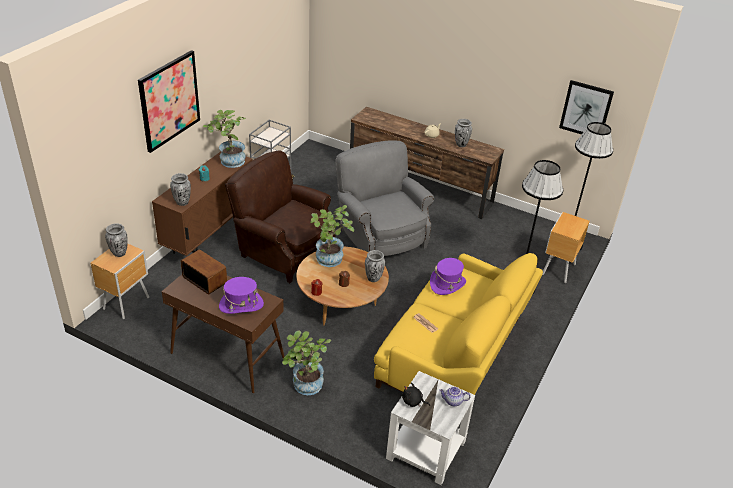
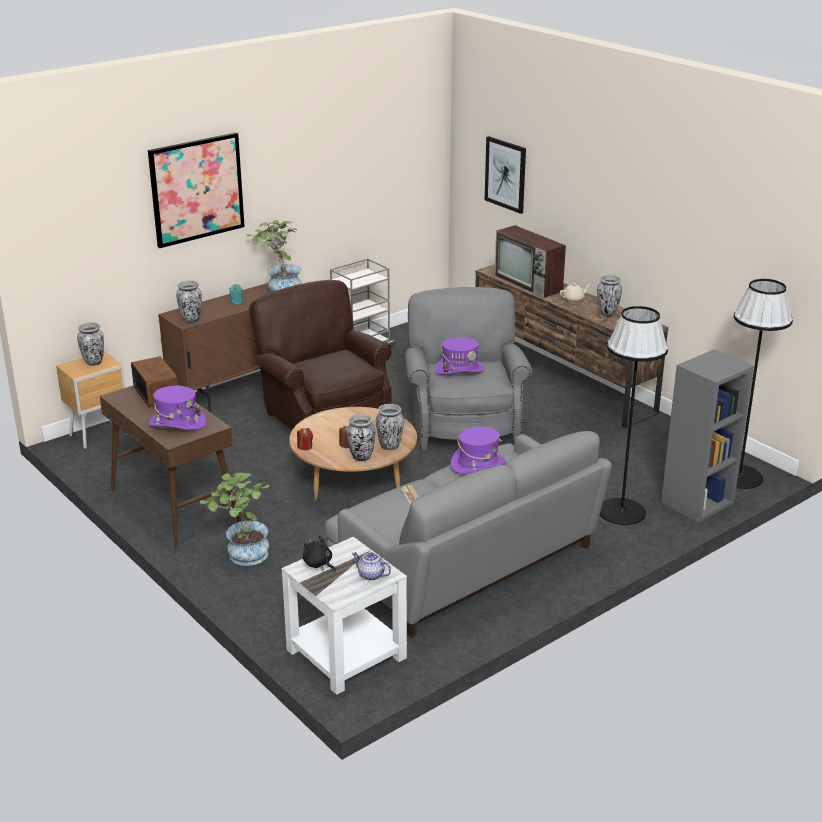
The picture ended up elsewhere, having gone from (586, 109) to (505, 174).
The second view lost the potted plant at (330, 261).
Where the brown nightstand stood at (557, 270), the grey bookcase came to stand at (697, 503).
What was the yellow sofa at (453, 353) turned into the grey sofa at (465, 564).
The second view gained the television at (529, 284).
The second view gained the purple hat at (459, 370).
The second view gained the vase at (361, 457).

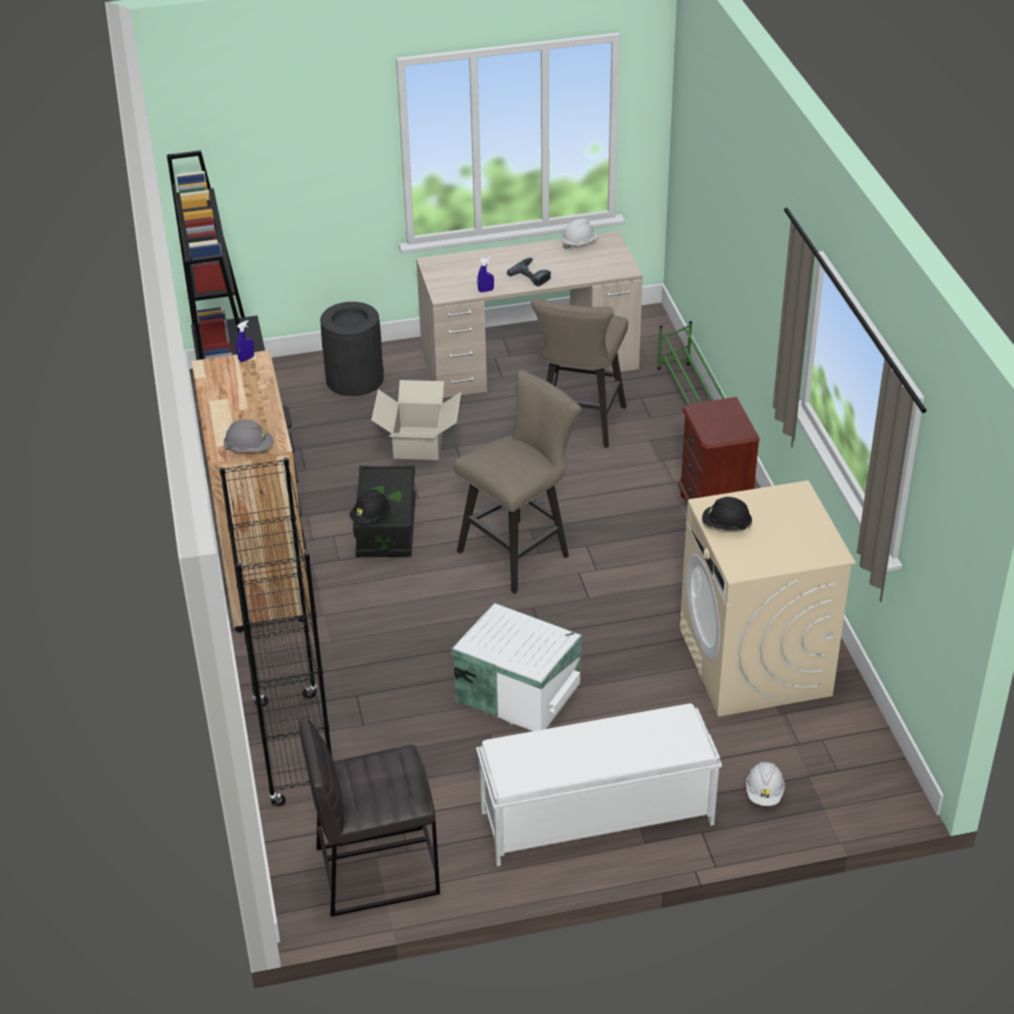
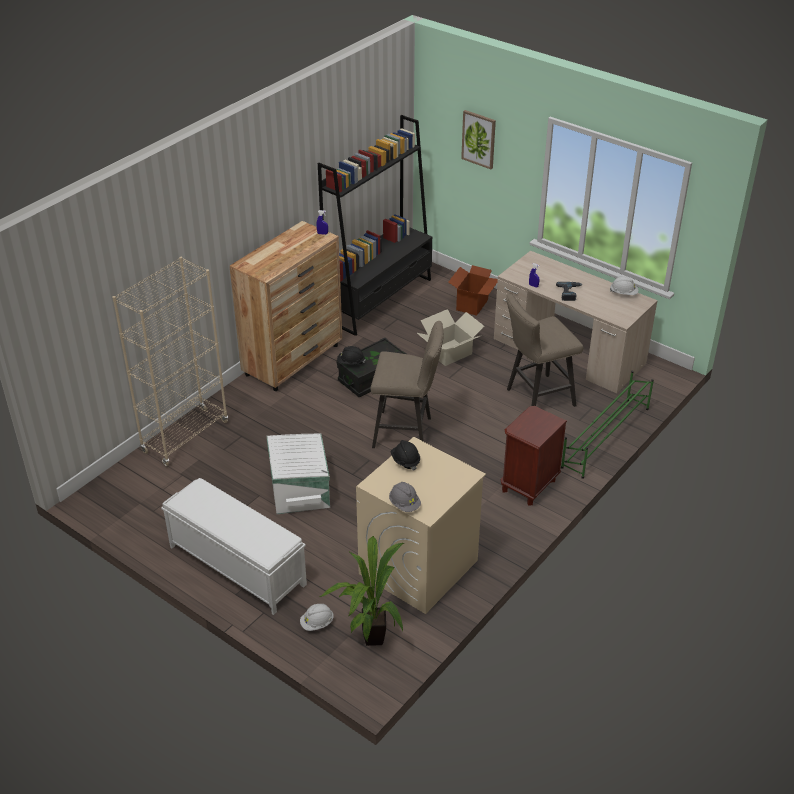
Where the black trash can stood at (355, 379), the cardboard box came to stand at (472, 305).
The grey hard hat ended up elsewhere, having gone from (249, 449) to (404, 504).
What was the black bookcase at (294, 749) turned into the beige bookcase at (185, 437).
The second view lost the grey stool at (376, 869).
The second view gained the picture at (479, 139).
The second view gained the potted plant at (369, 639).

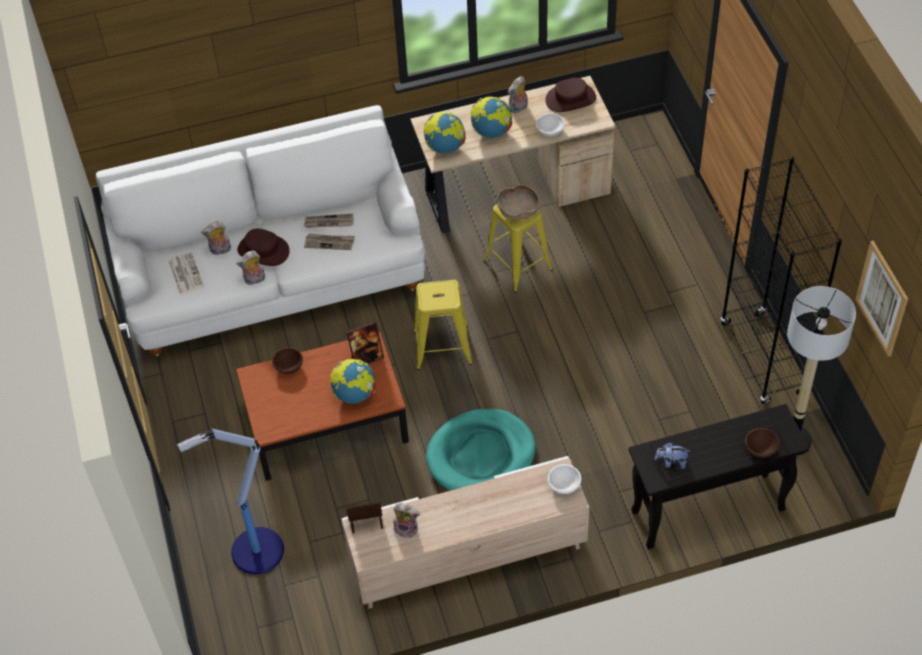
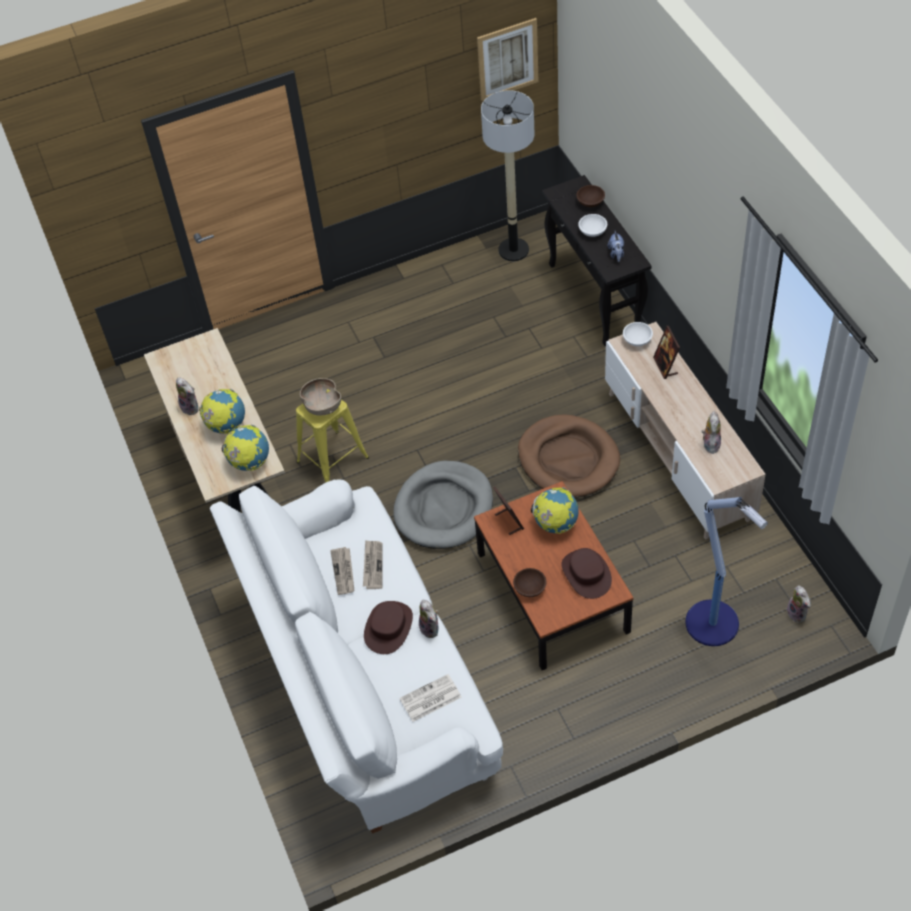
The brown hat ended up elsewhere, having gone from (570, 99) to (586, 574).
The white bowl ended up elsewhere, having gone from (550, 130) to (592, 231).
The second view lost the black bookcase at (762, 358).
The plush toy ended up elsewhere, having gone from (220, 250) to (798, 613).
Where the yellow stool stood at (442, 347), the grey dog bed came to stand at (444, 508).
What was the turquoise dog bed at (481, 456) turned into the brown dog bed at (568, 459).
The picture frame ended up elsewhere, having gone from (366, 524) to (665, 366).

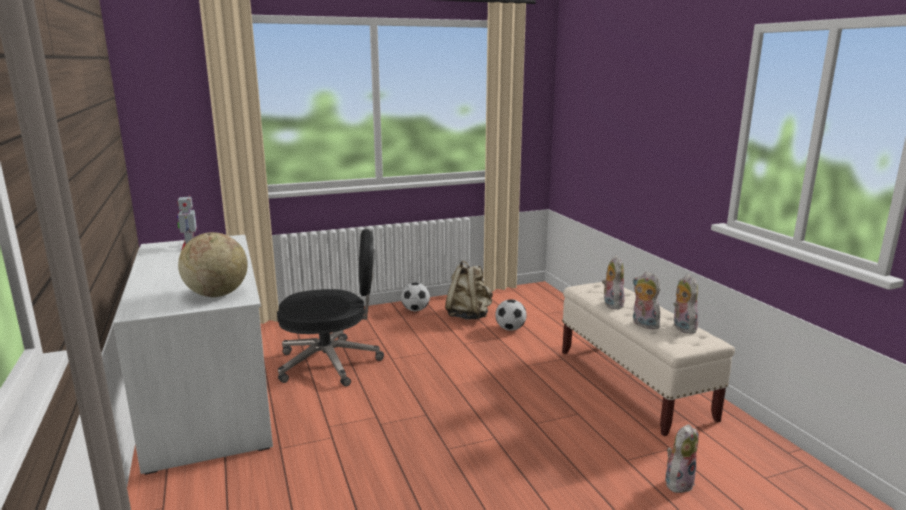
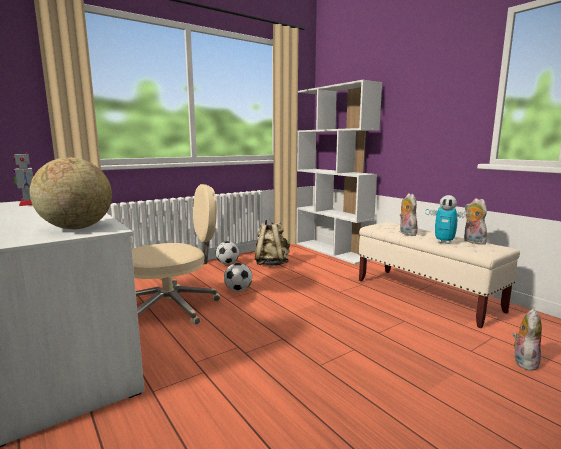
What was the black office chair at (331, 363) turned into the beige office chair at (173, 308).
Where the plush toy stood at (643, 324), the toy robot came to stand at (444, 242).
The football ended up elsewhere, having gone from (510, 329) to (238, 290).
The second view gained the white bookcase at (332, 251).

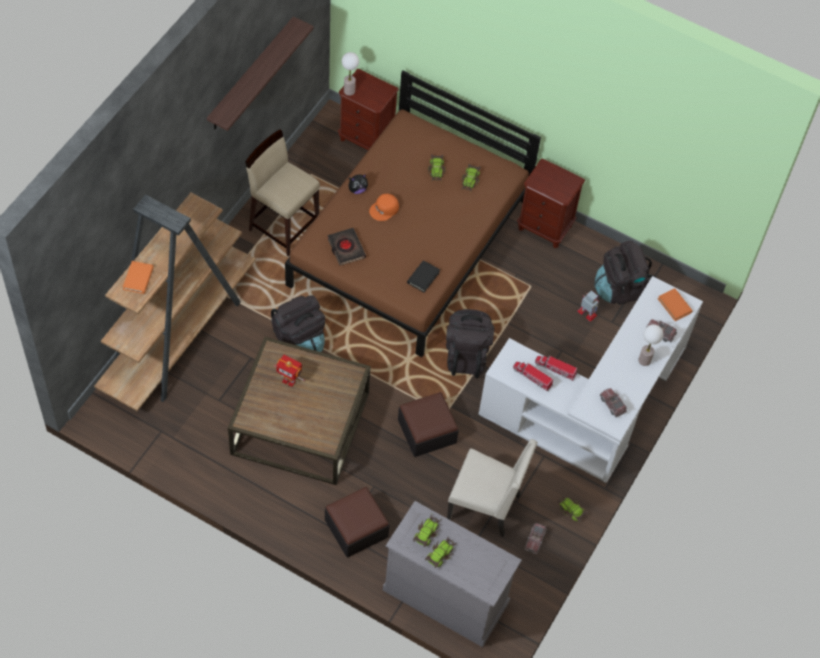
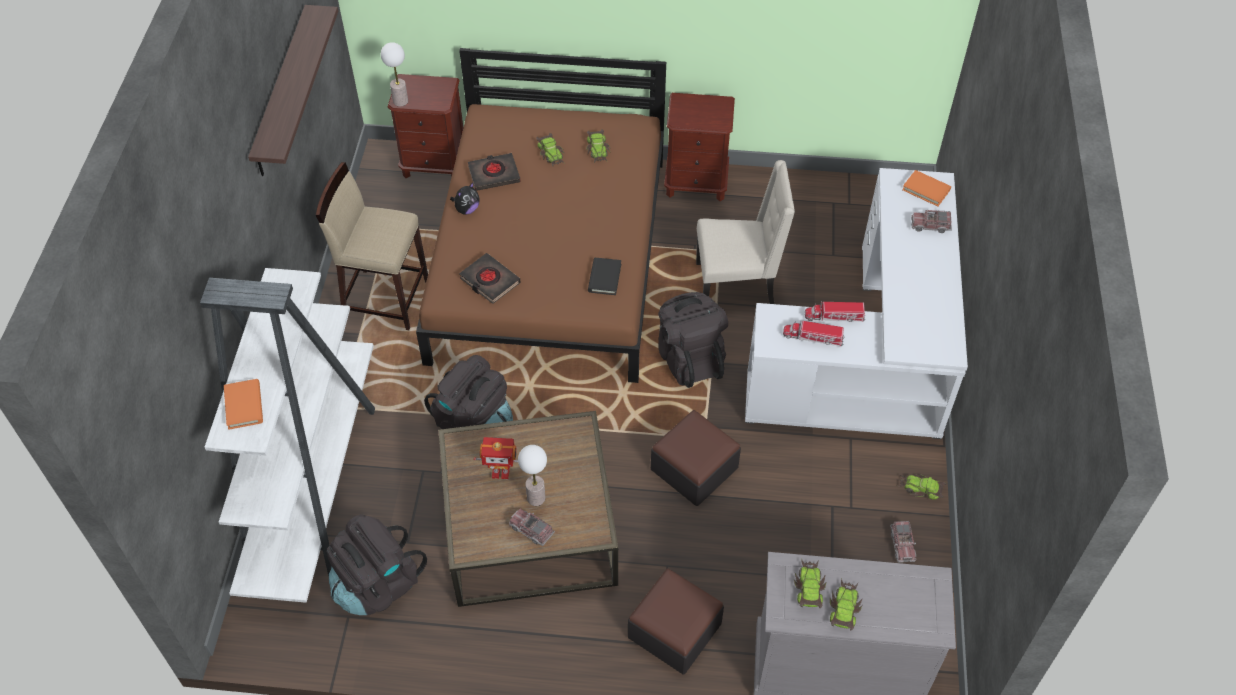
What was the brown bookcase at (179, 335) turned into the white bookcase at (313, 482).
The second view lost the orange cap at (384, 209).
The black backpack ended up elsewhere, having gone from (621, 289) to (377, 584).
The second view lost the toy robot at (587, 313).
The table lamp ended up elsewhere, having gone from (644, 360) to (536, 498).
The toy truck ended up elsewhere, having gone from (612, 405) to (531, 530).
The beige chair ended up elsewhere, having gone from (486, 506) to (737, 286).
The second view gained the black book at (494, 174).

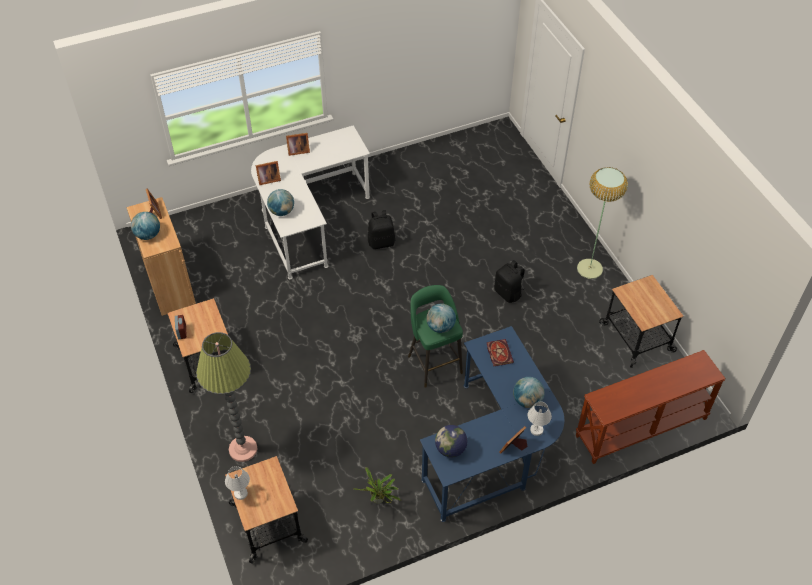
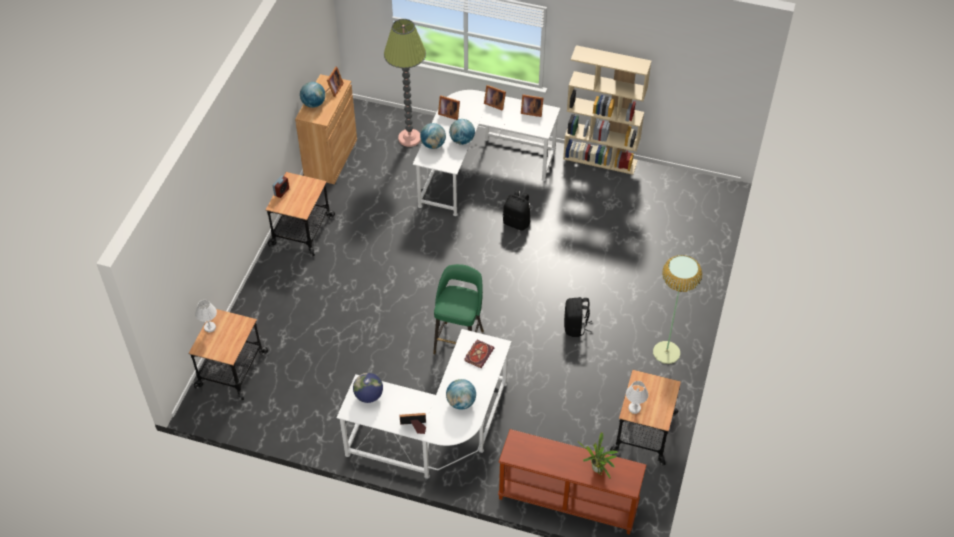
The globe ended up elsewhere, having gone from (440, 327) to (462, 140).
What was the blue desk at (494, 448) turned into the white desk at (437, 434).
The floor lamp ended up elsewhere, having gone from (243, 449) to (409, 138).
The white table lamp ended up elsewhere, having gone from (536, 430) to (634, 408).
The potted plant ended up elsewhere, having gone from (379, 501) to (597, 470).
The second view gained the beige bookcase at (600, 159).
The second view gained the picture frame at (531, 111).

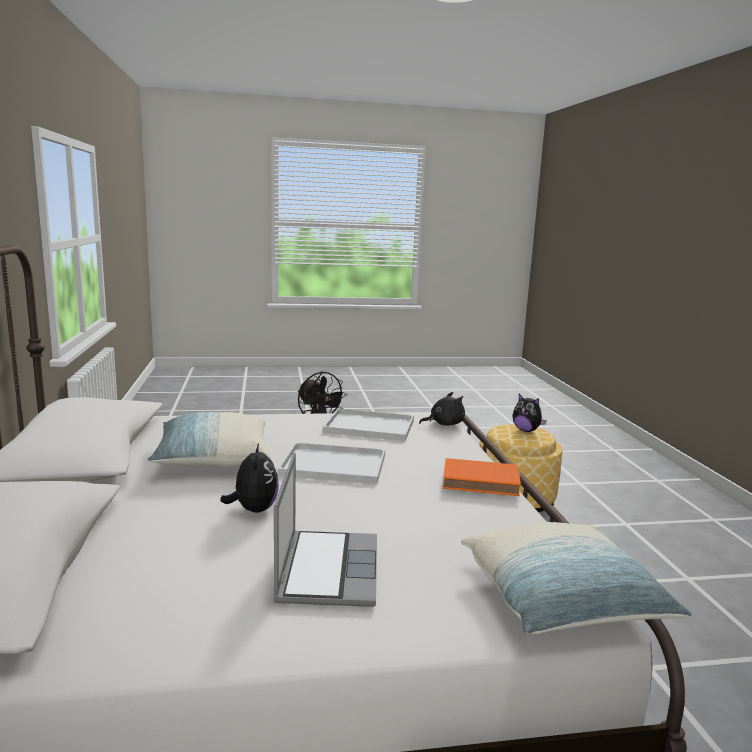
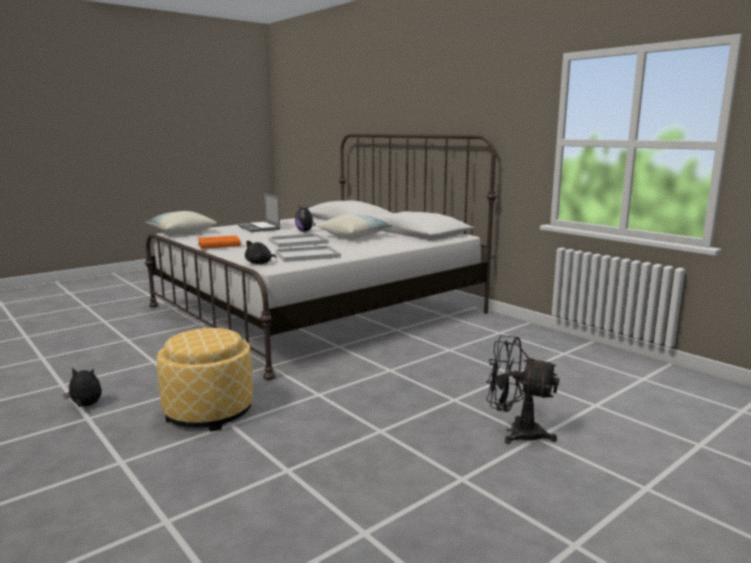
The plush toy ended up elsewhere, having gone from (526, 430) to (85, 406).

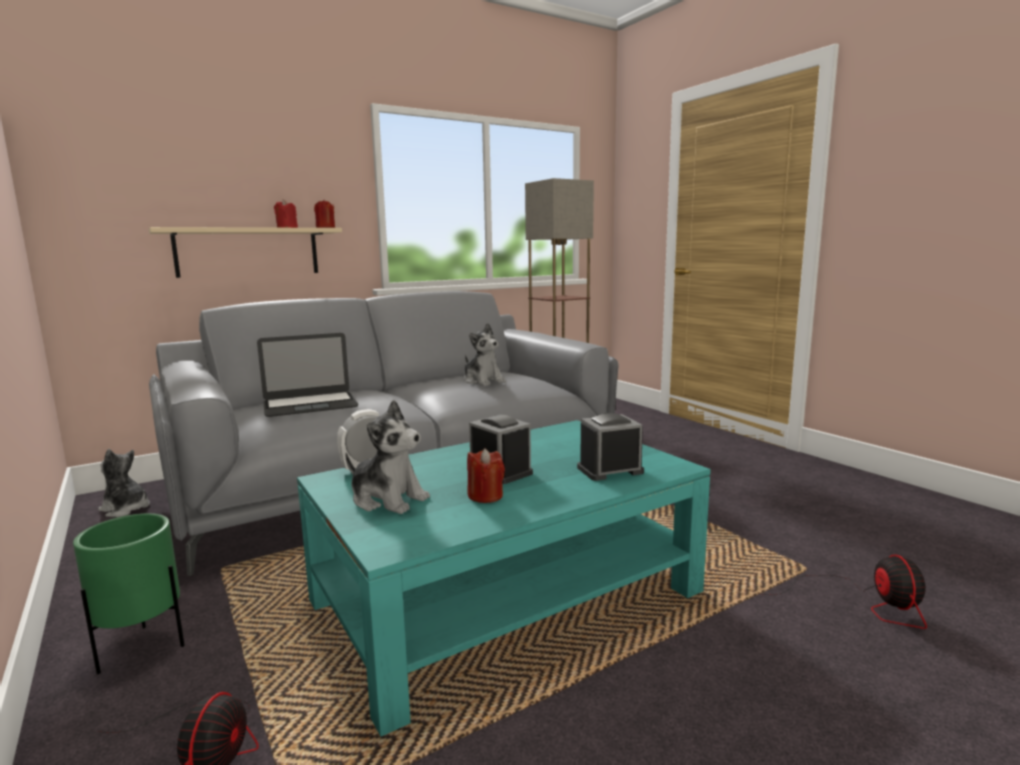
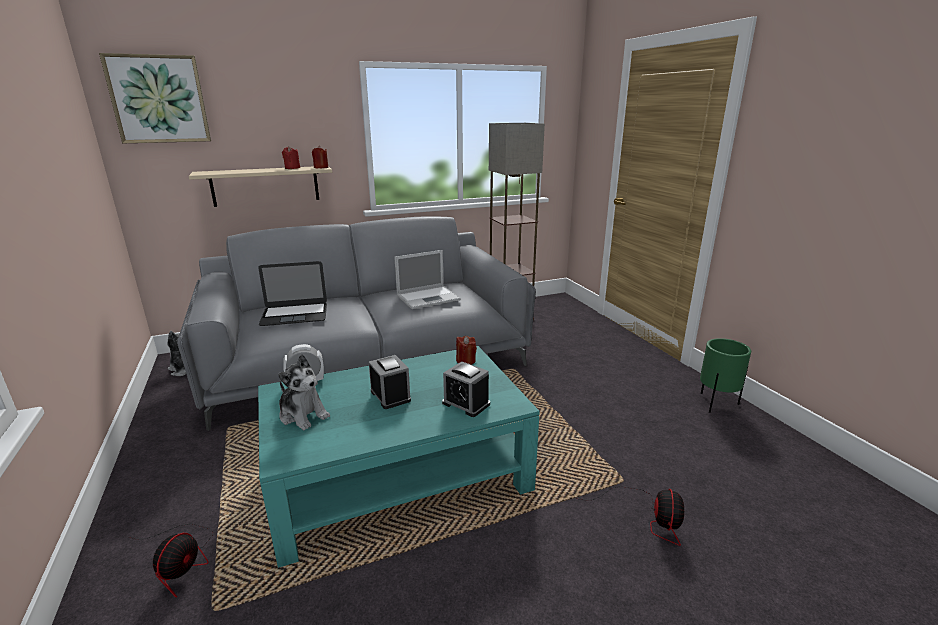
Where the plush toy stood at (483, 381), the laptop came to stand at (429, 297).
The alarm clock at (610, 470) ended up facing another way, 135 degrees counterclockwise from before.
The red candle ended up elsewhere, having gone from (485, 496) to (466, 361).
The green planter ended up elsewhere, having gone from (143, 648) to (716, 403).
The second view gained the picture at (159, 99).

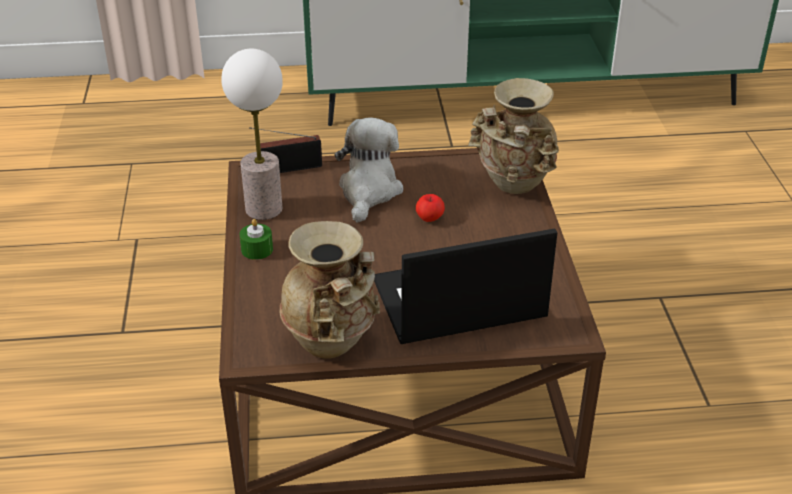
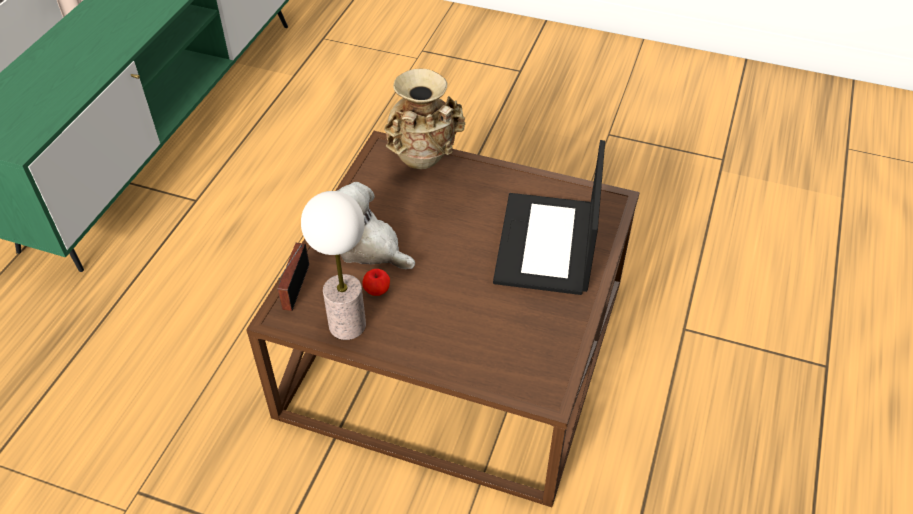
The apple ended up elsewhere, having gone from (429, 219) to (377, 291).
The second view lost the green candle at (257, 249).
The second view lost the beige vase at (333, 342).

